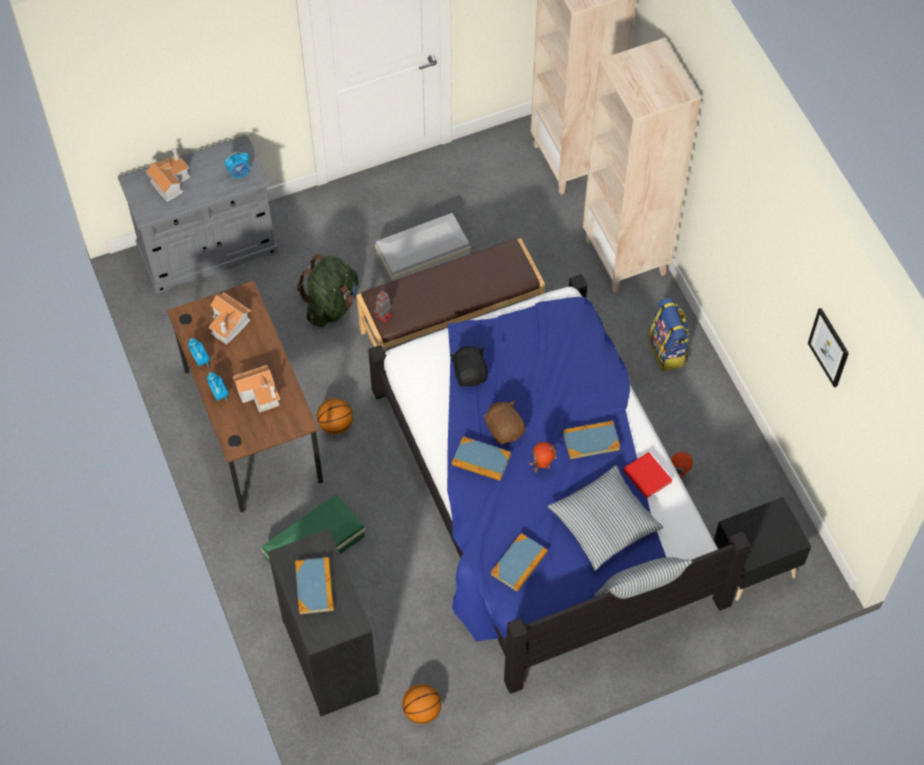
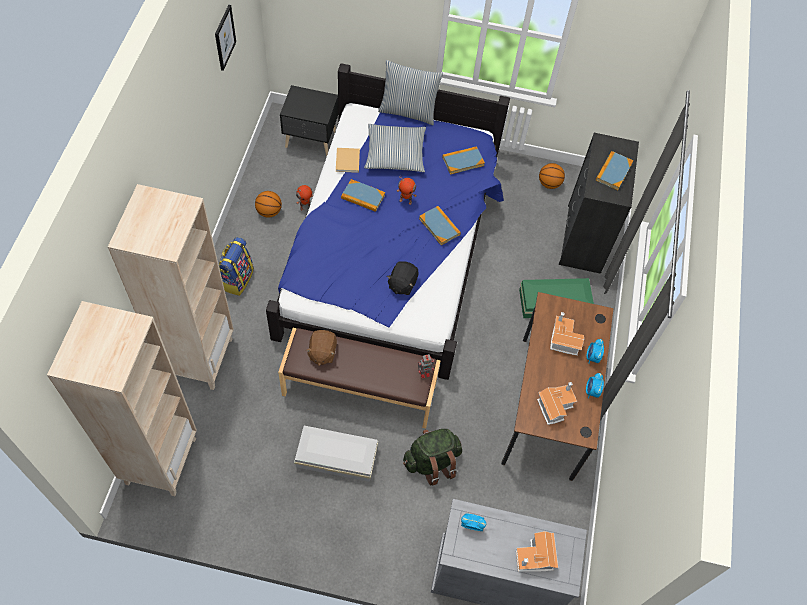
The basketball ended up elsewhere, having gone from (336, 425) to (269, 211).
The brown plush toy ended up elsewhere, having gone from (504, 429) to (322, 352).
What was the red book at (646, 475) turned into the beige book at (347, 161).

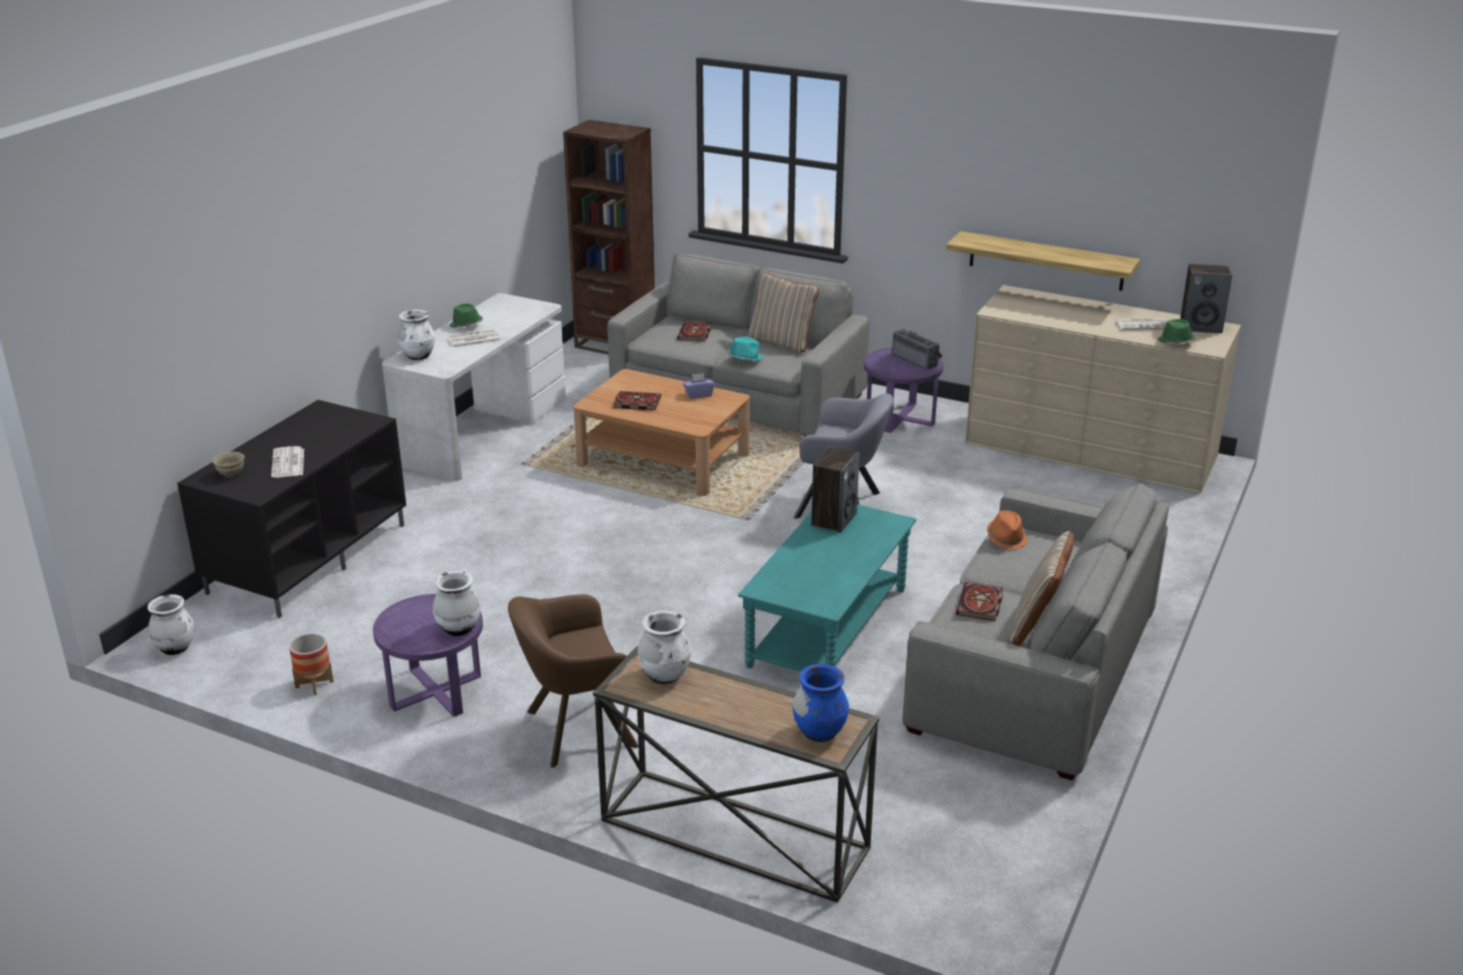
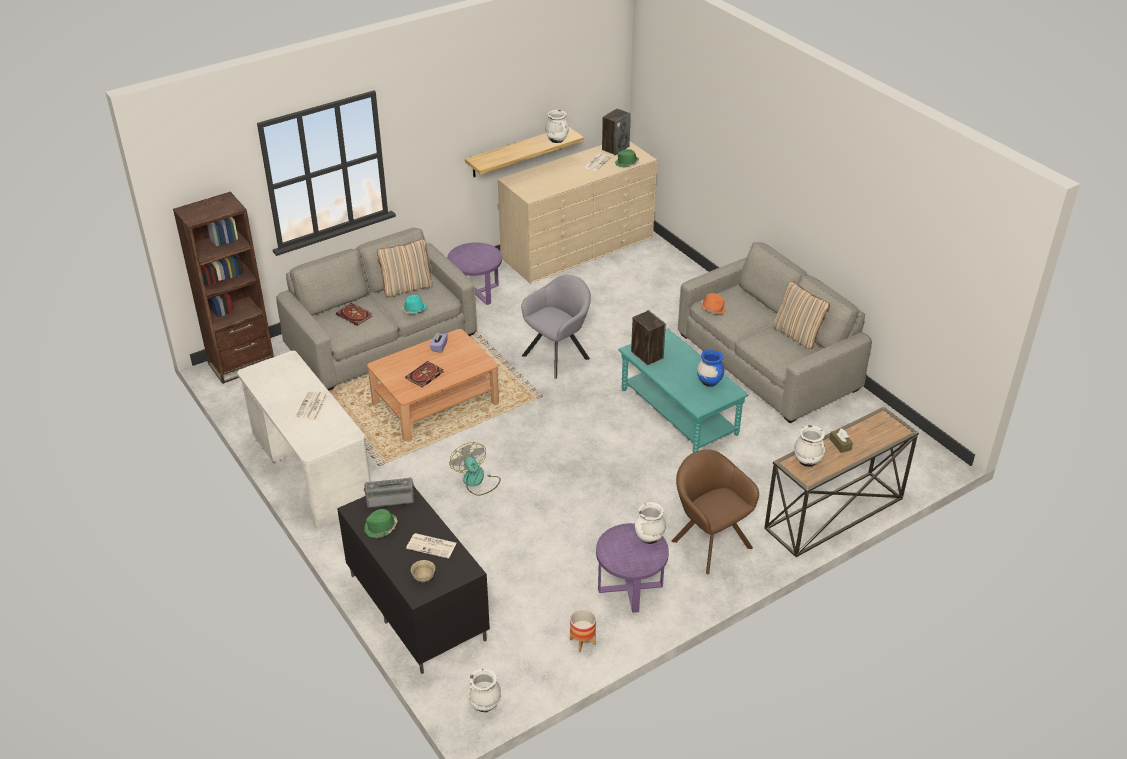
The green hat ended up elsewhere, having gone from (466, 325) to (381, 528).
The white vase ended up elsewhere, having gone from (418, 356) to (556, 140).
The radio ended up elsewhere, having gone from (916, 360) to (390, 499).
The second view lost the book at (980, 605).
The brown armchair at (574, 730) ended up facing another way, 135 degrees clockwise from before.
The blue vase ended up elsewhere, having gone from (819, 732) to (709, 382).
The second view gained the brown tissue box at (840, 444).
The second view gained the fan at (476, 481).

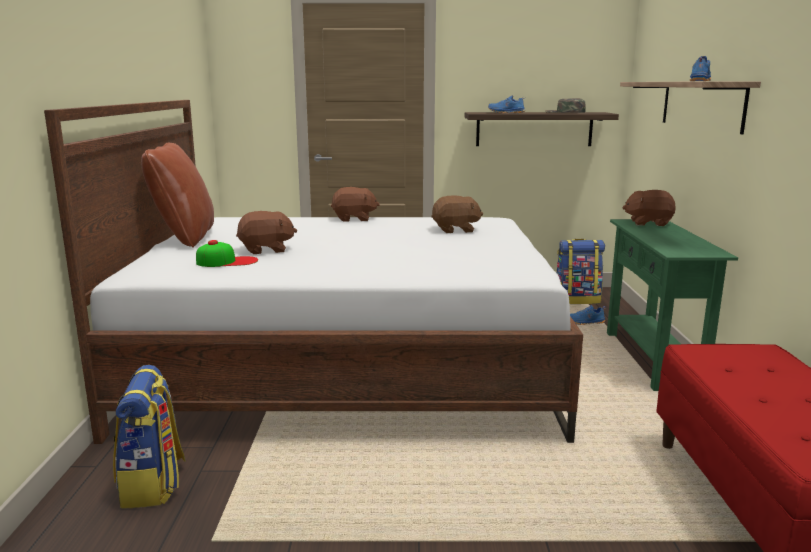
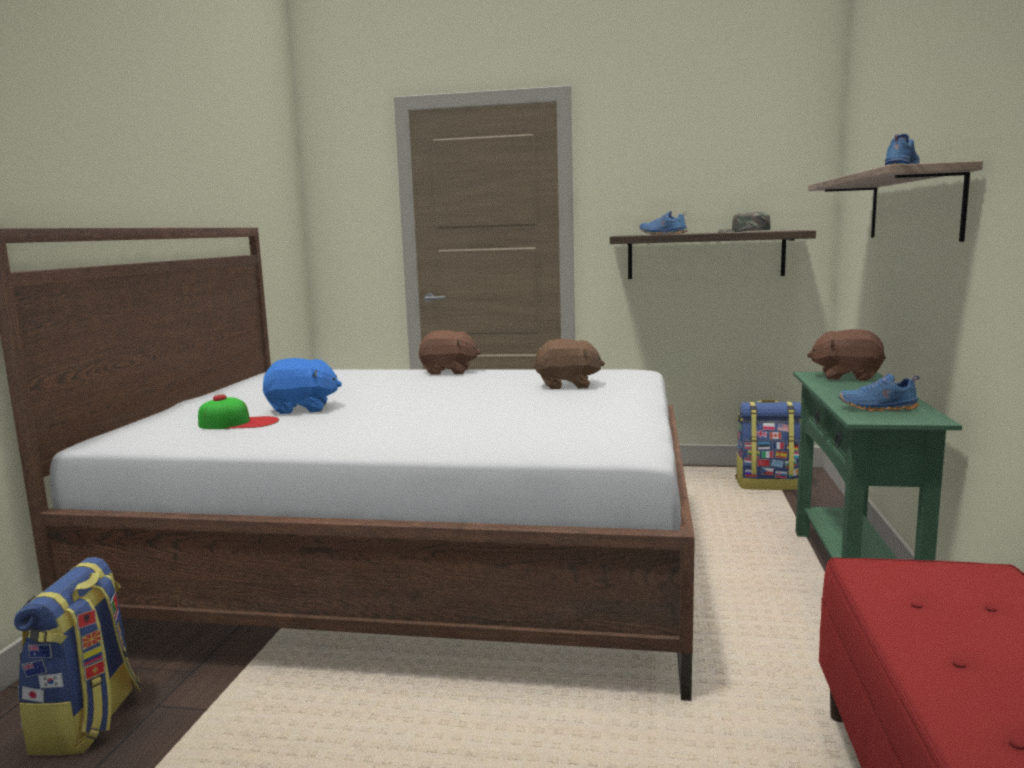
The second view lost the brown pillow at (185, 238).
What was the brown plush toy at (266, 250) turned into the blue plush toy at (302, 409).
The blue shoe ended up elsewhere, having gone from (585, 323) to (878, 408).

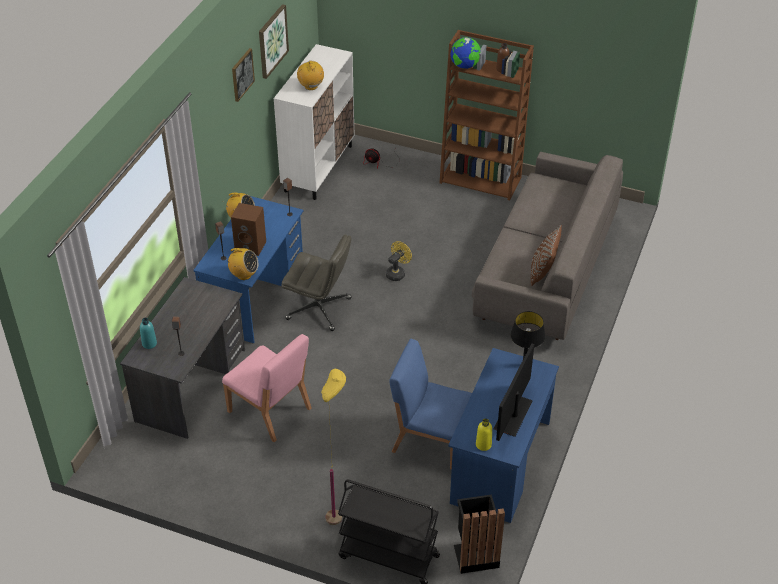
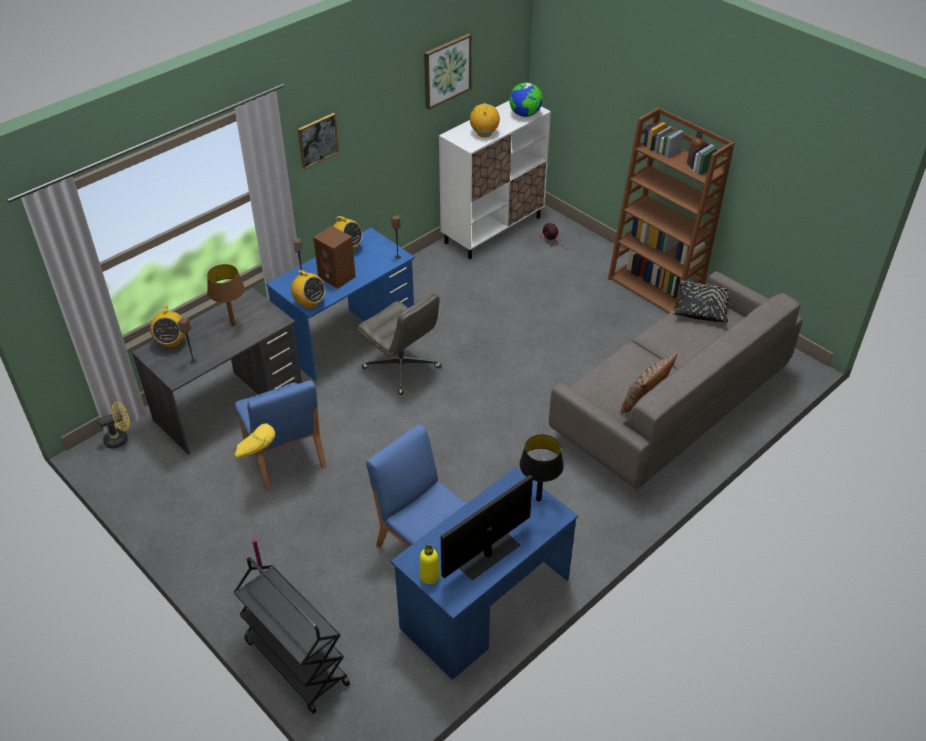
The globe ended up elsewhere, having gone from (464, 66) to (525, 114).
The picture ended up elsewhere, having gone from (242, 74) to (317, 140).
The yellow fan ended up elsewhere, having gone from (397, 273) to (120, 438).
Where the turquoise bottle stood at (149, 343), the radio came to stand at (171, 342).
What was the pink chair at (270, 411) turned into the blue chair at (284, 455).
The second view lost the black trash can at (475, 554).
The second view gained the brown table lamp at (233, 324).
The second view gained the black pillow at (700, 308).

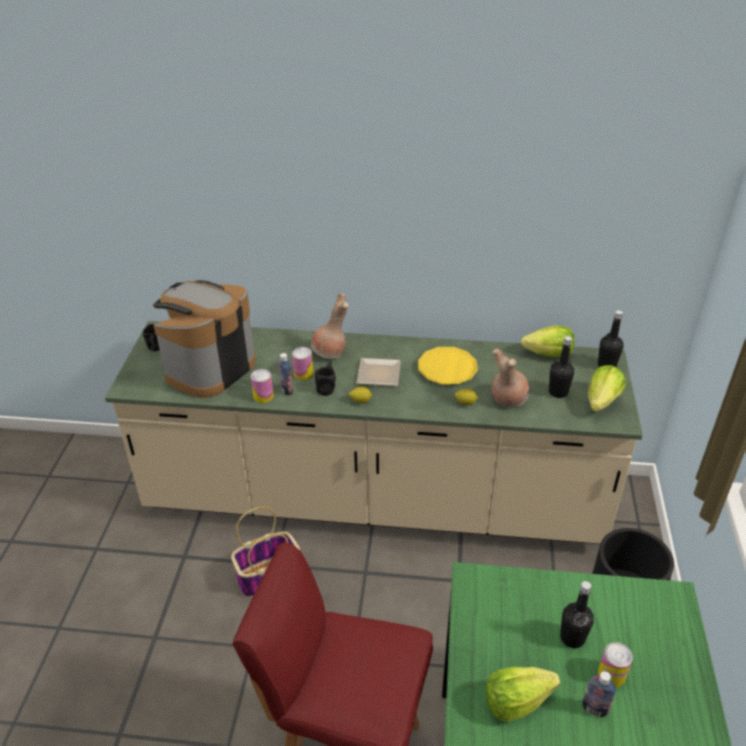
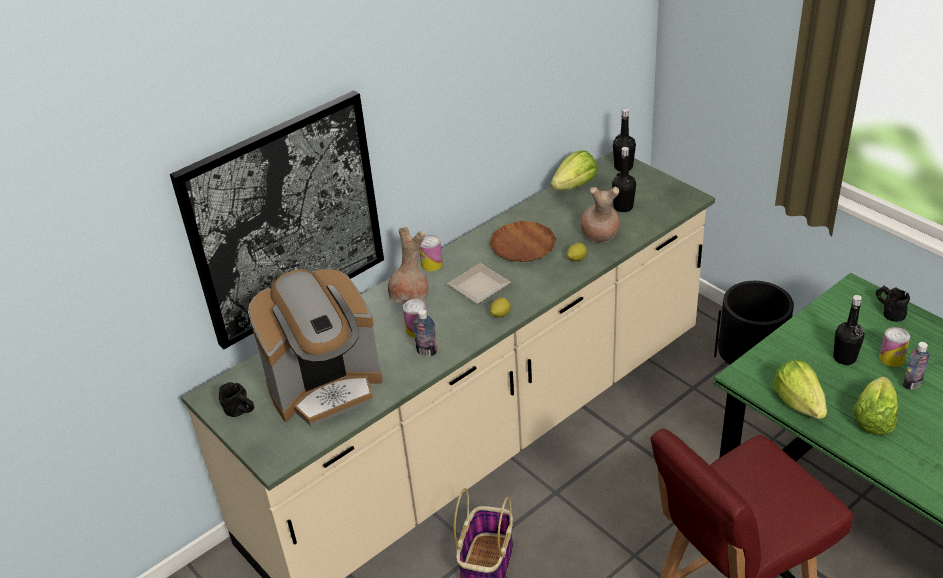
The coffee machine at (209, 368) ended up facing another way, 105 degrees counterclockwise from before.
What was the yellow plate at (447, 369) turned into the brown plate at (523, 246).
The black mug ended up elsewhere, having gone from (326, 386) to (888, 312).
The lettuce ended up elsewhere, having gone from (602, 401) to (799, 403).
The can ended up elsewhere, having gone from (263, 396) to (431, 264).
The second view gained the picture at (285, 219).

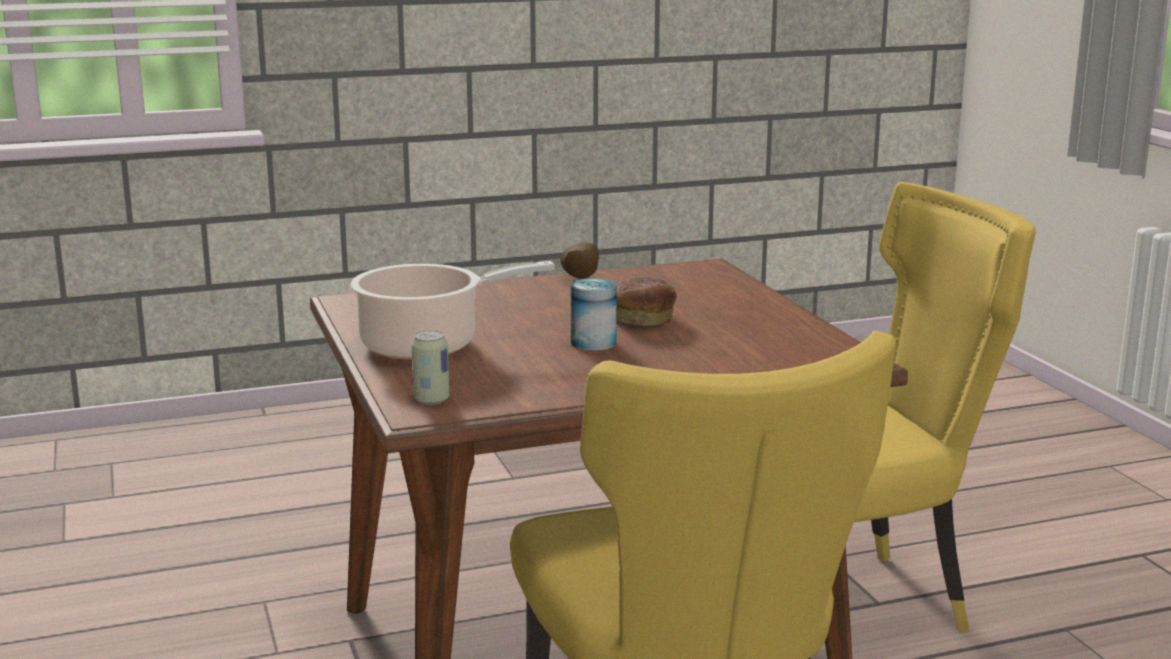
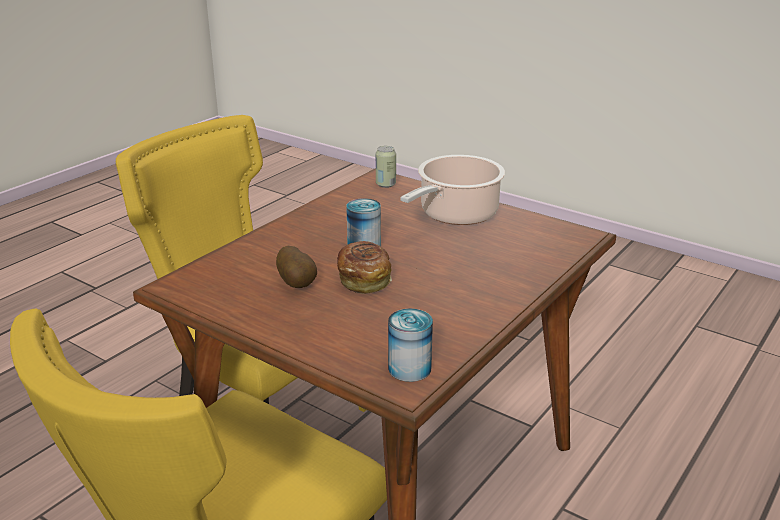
The potato ended up elsewhere, having gone from (579, 279) to (298, 283).
The second view gained the can at (409, 368).

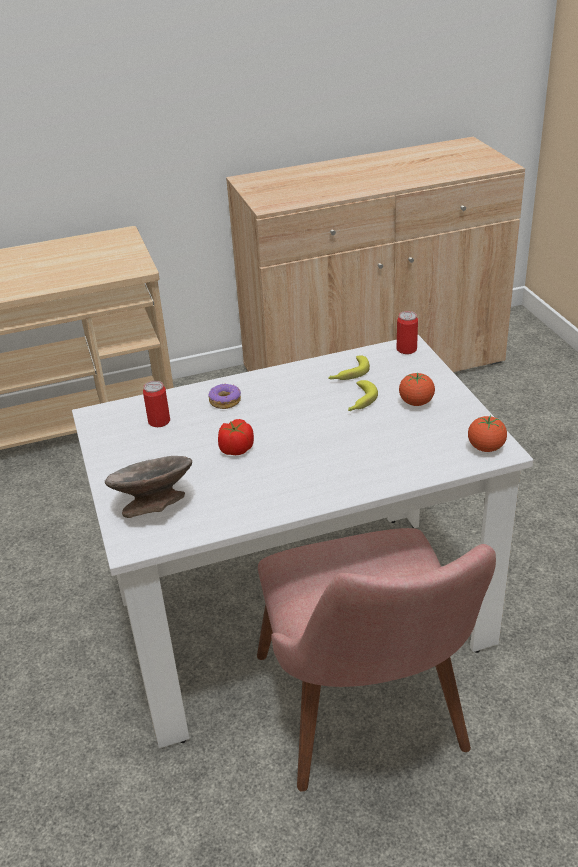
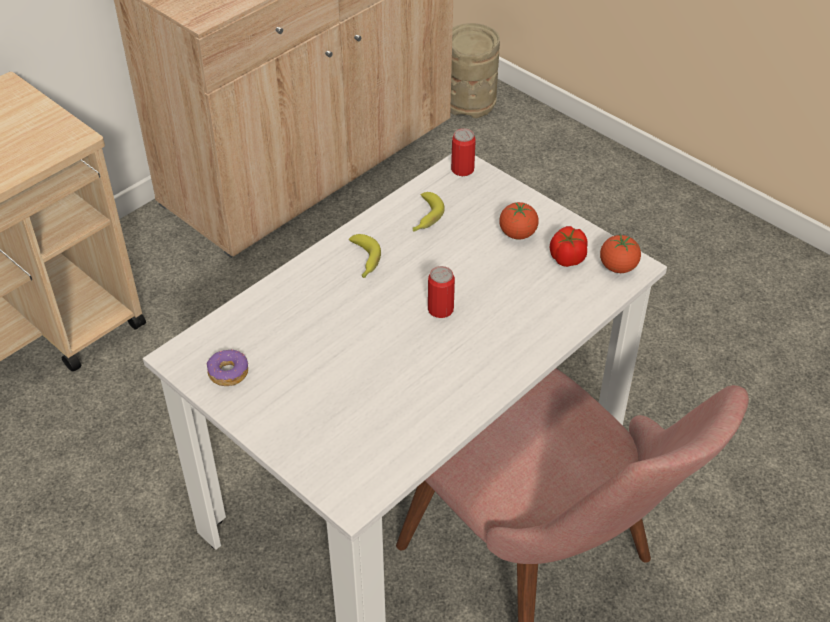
The banana ended up elsewhere, having gone from (359, 402) to (364, 261).
The can ended up elsewhere, having gone from (159, 421) to (440, 309).
The donut ended up elsewhere, having gone from (225, 401) to (228, 373).
The tomato ended up elsewhere, having gone from (236, 449) to (567, 258).
The second view lost the grey bowl at (153, 505).
The second view gained the beige vase at (470, 102).

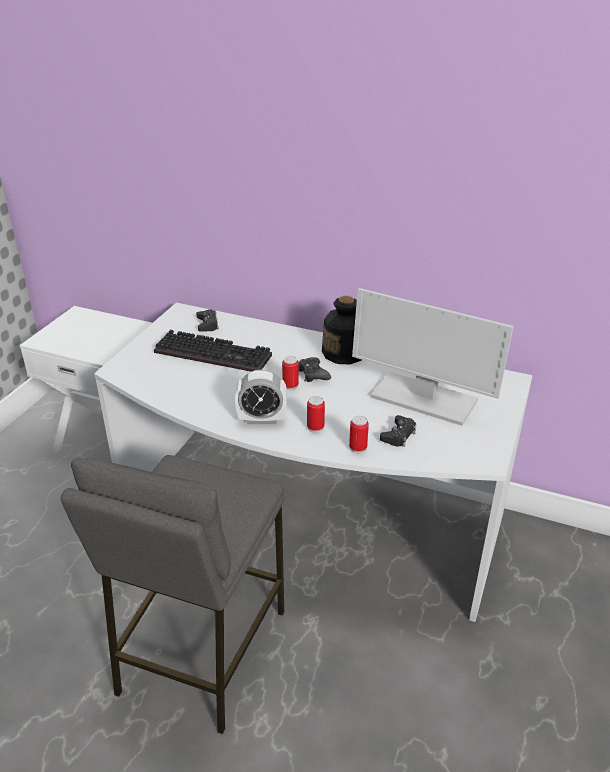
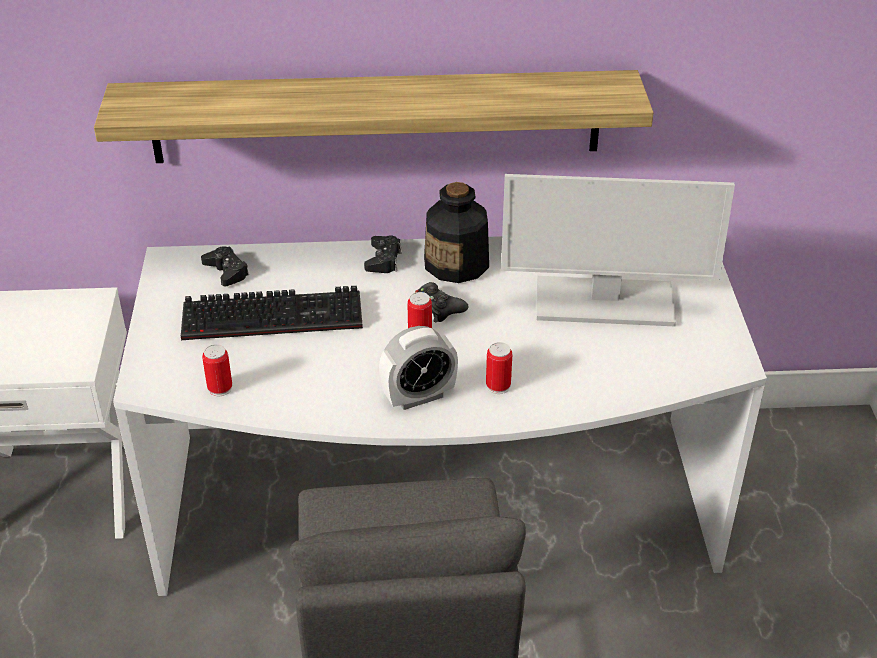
The black game controller ended up elsewhere, having gone from (398, 435) to (383, 260).
The can ended up elsewhere, having gone from (358, 448) to (220, 388).
The second view gained the shelf at (376, 116).

